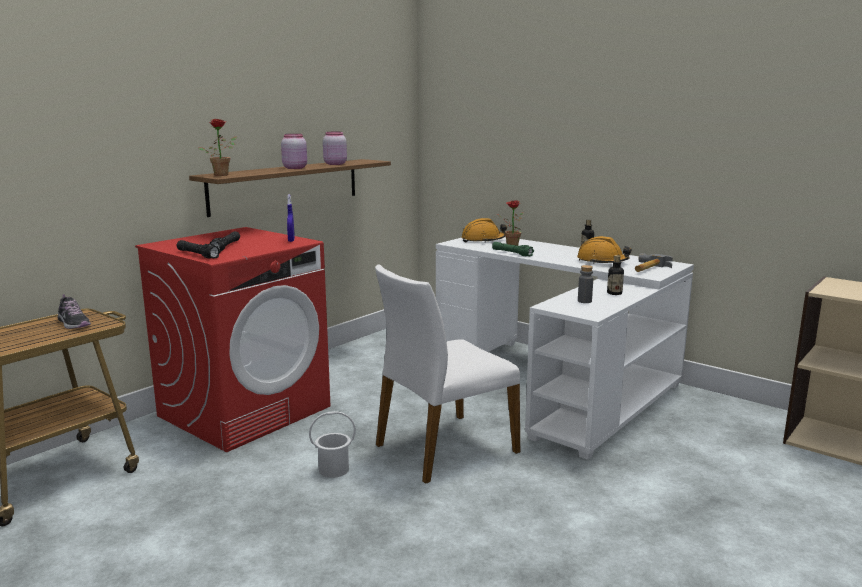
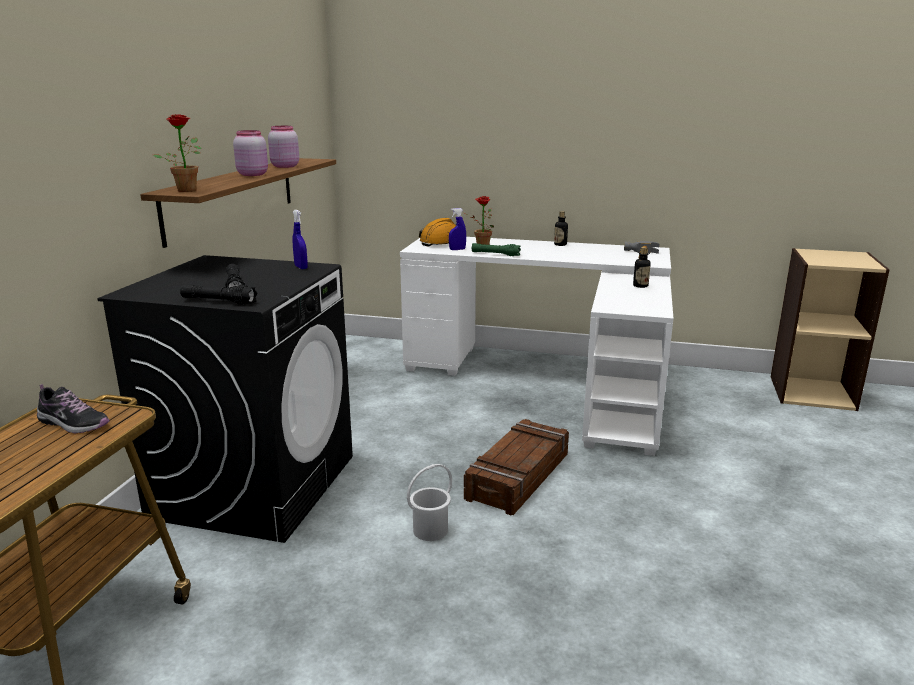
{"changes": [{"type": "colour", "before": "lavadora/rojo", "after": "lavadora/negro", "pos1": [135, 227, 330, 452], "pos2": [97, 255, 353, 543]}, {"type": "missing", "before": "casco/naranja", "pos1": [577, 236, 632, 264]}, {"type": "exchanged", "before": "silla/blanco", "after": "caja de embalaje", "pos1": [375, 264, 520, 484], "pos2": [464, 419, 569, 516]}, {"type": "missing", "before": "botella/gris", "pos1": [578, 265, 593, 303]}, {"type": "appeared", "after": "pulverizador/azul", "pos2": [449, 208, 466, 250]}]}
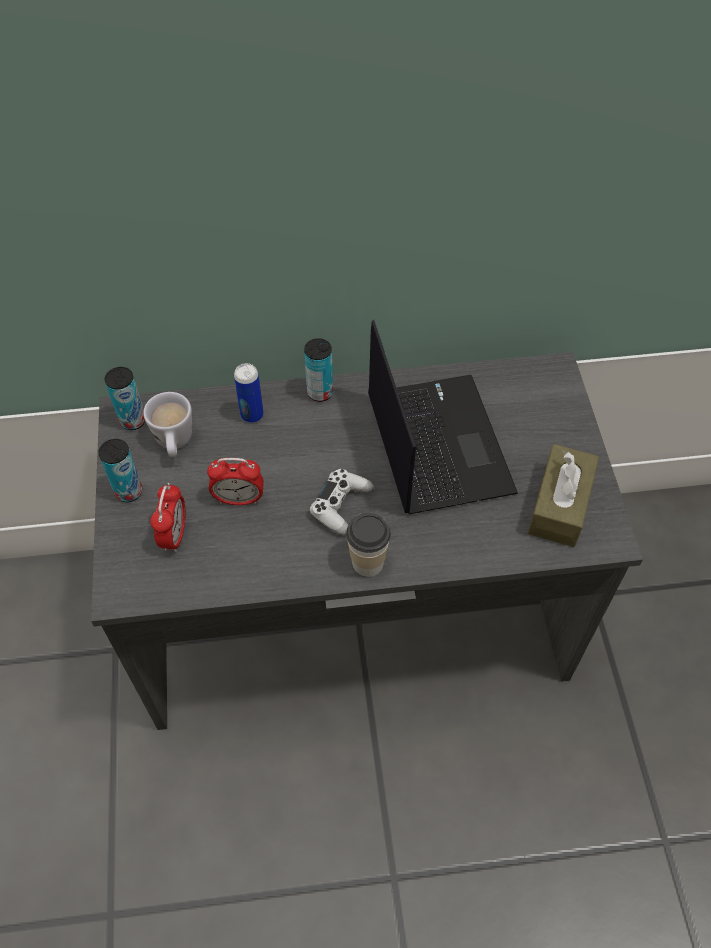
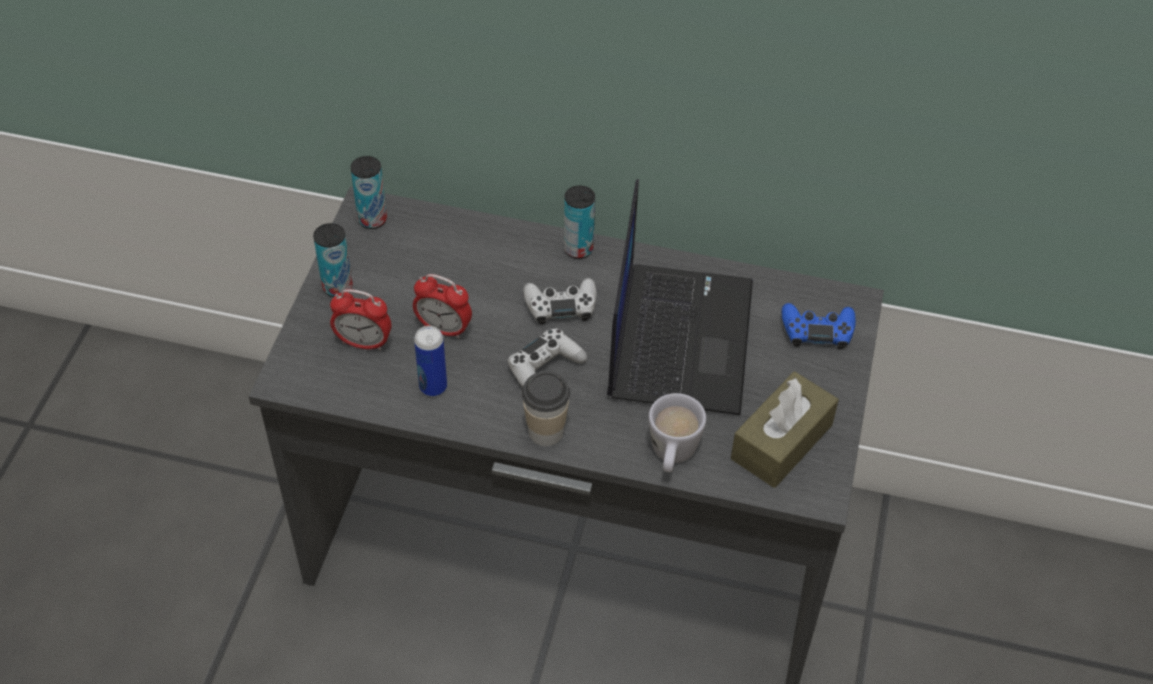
{"changes": [{"type": "relocated", "before": "lata", "pos1": [234, 363, 264, 423], "pos2": [414, 326, 447, 396]}, {"type": "relocated", "before": "taza grande/blanco", "pos1": [143, 392, 192, 457], "pos2": [649, 393, 706, 472]}, {"type": "spun", "before": "despertador", "pos1": [150, 483, 186, 552], "pos2": [330, 289, 391, 351], "turn": 75}, {"type": "appeared", "after": "mando de consola/blanco", "pos2": [523, 278, 597, 325]}, {"type": "appeared", "after": "mando de consola/azul", "pos2": [782, 303, 856, 350]}]}
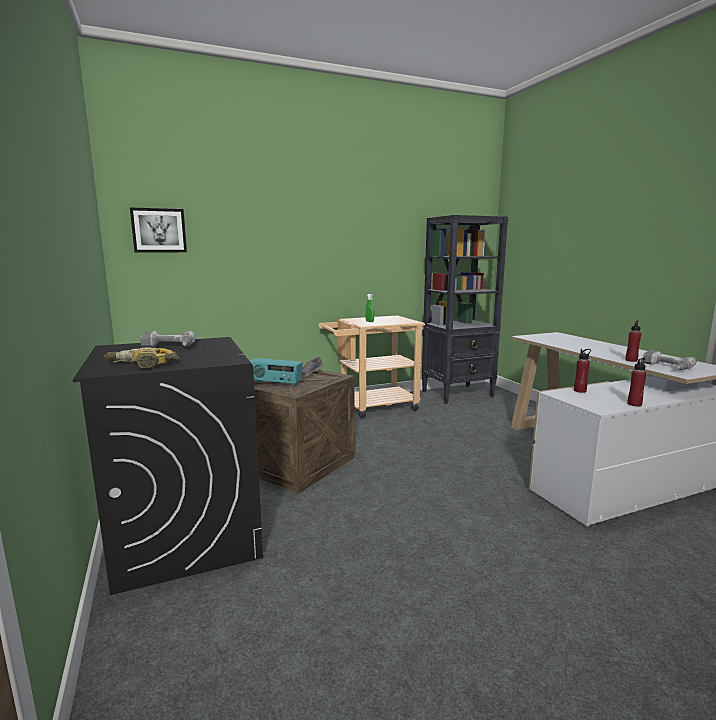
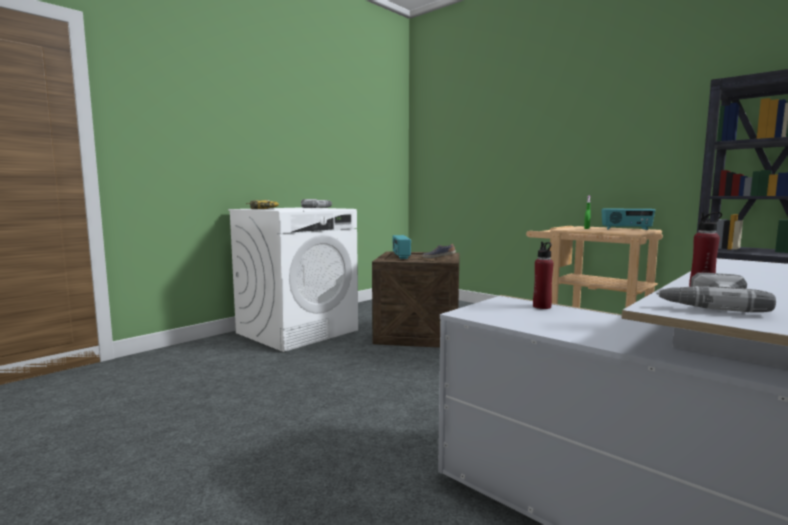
{"changes": [{"type": "missing", "before": "cuadro", "pos1": [130, 208, 187, 252]}, {"type": "colour", "before": "lavadora/negro", "after": "lavadora/blanco", "pos1": [73, 337, 263, 595], "pos2": [228, 207, 358, 352]}, {"type": "missing", "before": "botella/rojo", "pos1": [627, 358, 647, 407]}, {"type": "appeared", "after": "radio", "pos2": [601, 209, 655, 230]}]}
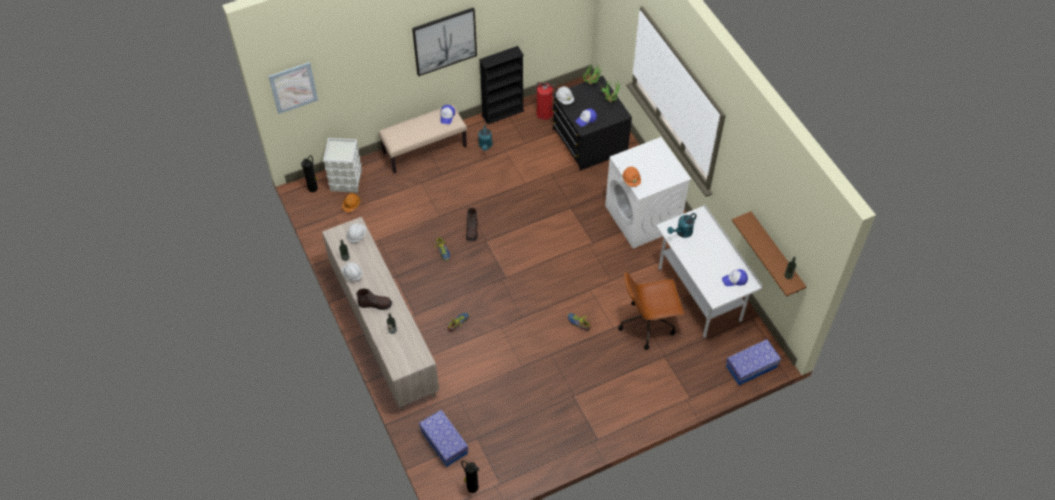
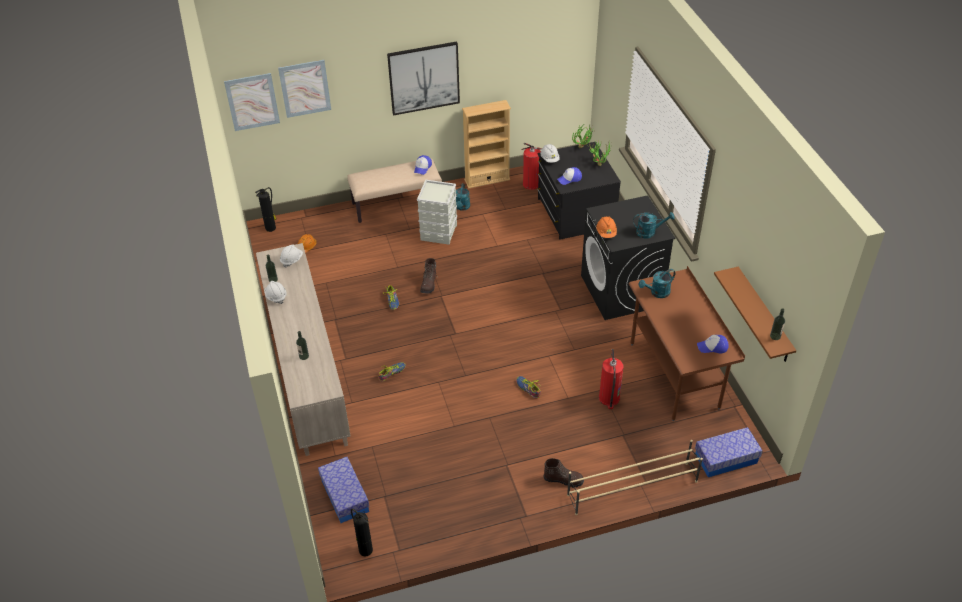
{"changes": [{"type": "colour", "before": "estantería/negro", "after": "estantería/beis", "pos1": [479, 46, 524, 125], "pos2": [462, 100, 511, 189]}, {"type": "colour", "before": "lavadora/blanco", "after": "lavadora/negro", "pos1": [605, 137, 691, 248], "pos2": [581, 195, 676, 320]}, {"type": "relocated", "before": "caja de almacenaje/gris", "pos1": [323, 138, 362, 193], "pos2": [417, 180, 457, 245]}, {"type": "colour", "before": "escritorio/blanco", "after": "escritorio/marrón", "pos1": [656, 204, 762, 338], "pos2": [629, 266, 745, 421]}, {"type": "exchanged", "before": "silla de oficina/marrón", "after": "extintor", "pos1": [618, 272, 684, 350], "pos2": [599, 349, 624, 409]}, {"type": "relocated", "before": "bota/marrón", "pos1": [356, 289, 392, 310], "pos2": [543, 458, 584, 488]}, {"type": "appeared", "after": "cuadro", "pos2": [278, 60, 331, 118]}, {"type": "appeared", "after": "regadera/turquesa", "pos2": [633, 212, 675, 238]}, {"type": "appeared", "after": "zapatero/beis", "pos2": [567, 440, 703, 515]}]}
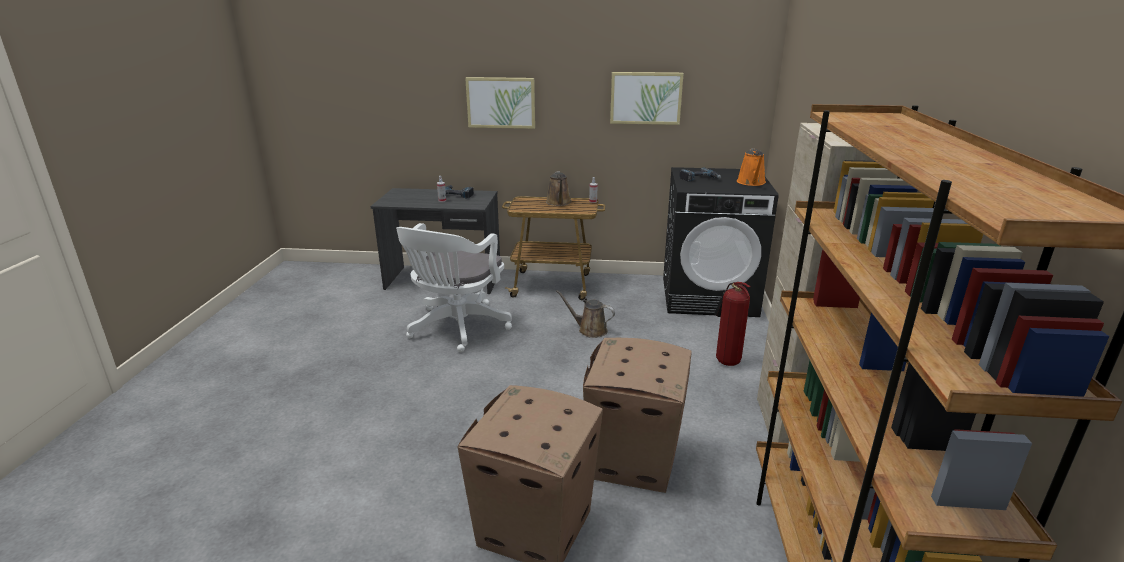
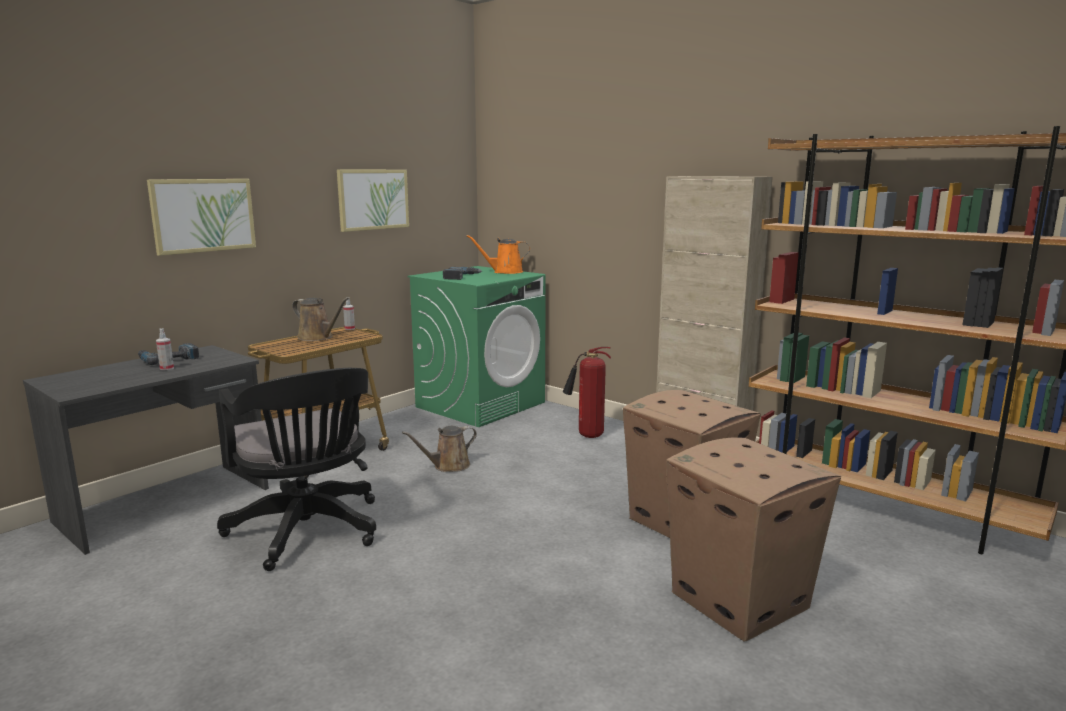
{"changes": [{"type": "spun", "before": "regadera/naranja", "pos1": [737, 149, 766, 186], "pos2": [467, 235, 530, 274], "turn": 135}, {"type": "colour", "before": "lavadora/negro", "after": "lavadora/verde", "pos1": [663, 167, 779, 317], "pos2": [408, 266, 546, 427]}, {"type": "colour", "before": "silla de oficina/blanco", "after": "silla de oficina/negro", "pos1": [396, 223, 512, 352], "pos2": [217, 368, 376, 571]}]}
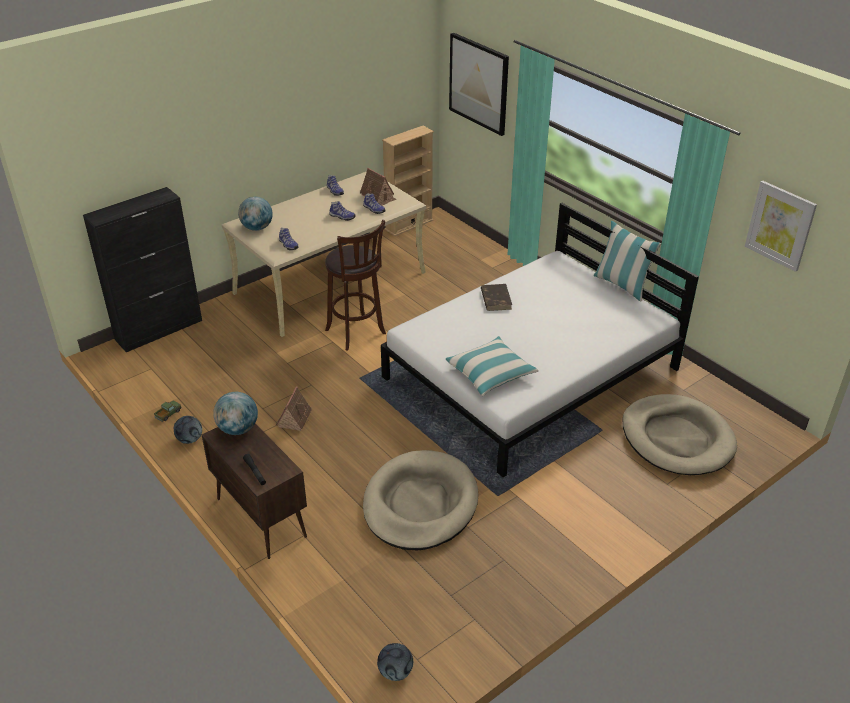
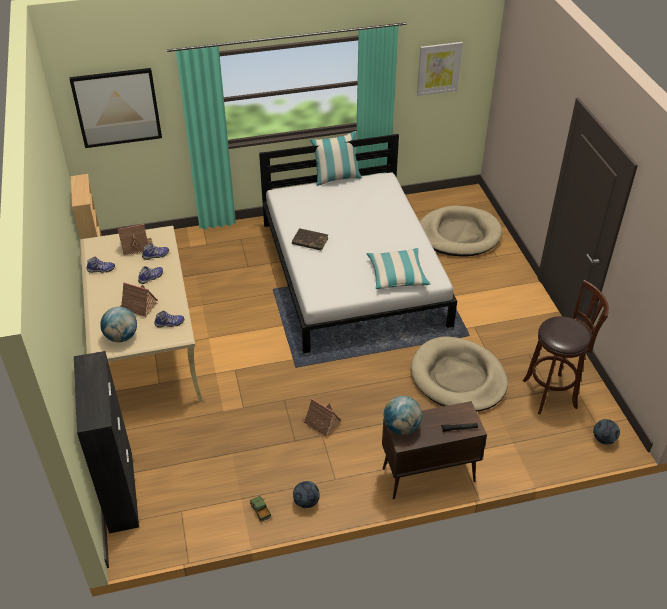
{"changes": [{"type": "relocated", "before": "taburete/marrón", "pos1": [325, 220, 386, 351], "pos2": [523, 280, 609, 414]}, {"type": "appeared", "after": "casita", "pos2": [120, 282, 157, 317]}]}
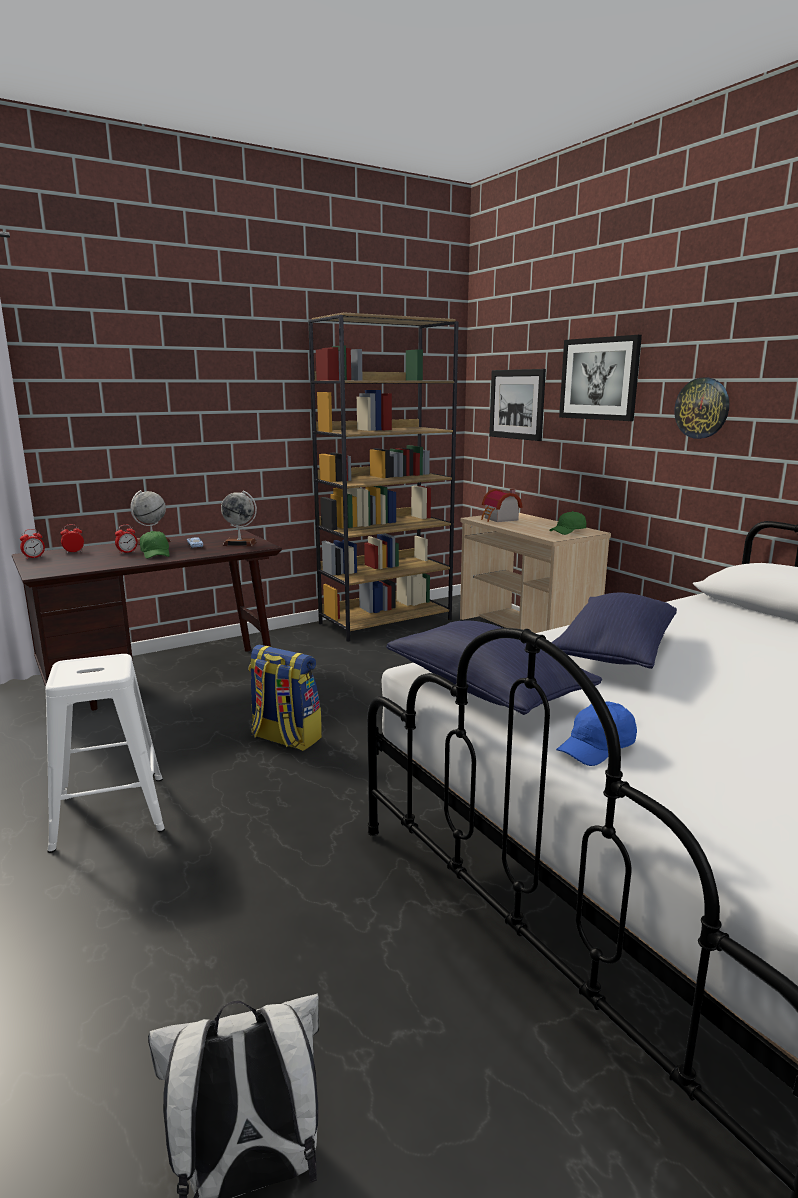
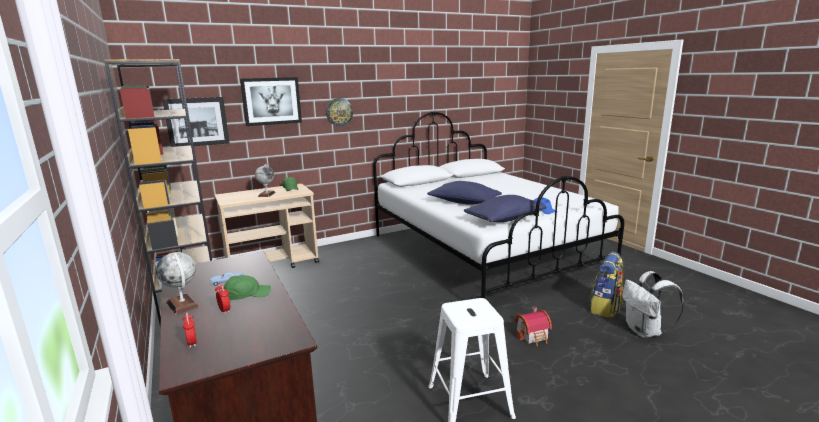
{"changes": [{"type": "relocated", "before": "casita", "pos1": [481, 489, 523, 522], "pos2": [514, 307, 552, 346]}, {"type": "relocated", "before": "globo terráqueo", "pos1": [221, 491, 257, 546], "pos2": [255, 164, 276, 197]}, {"type": "missing", "before": "despertador", "pos1": [20, 529, 45, 559]}, {"type": "relocated", "before": "mochila", "pos1": [249, 644, 322, 751], "pos2": [590, 252, 624, 318]}]}
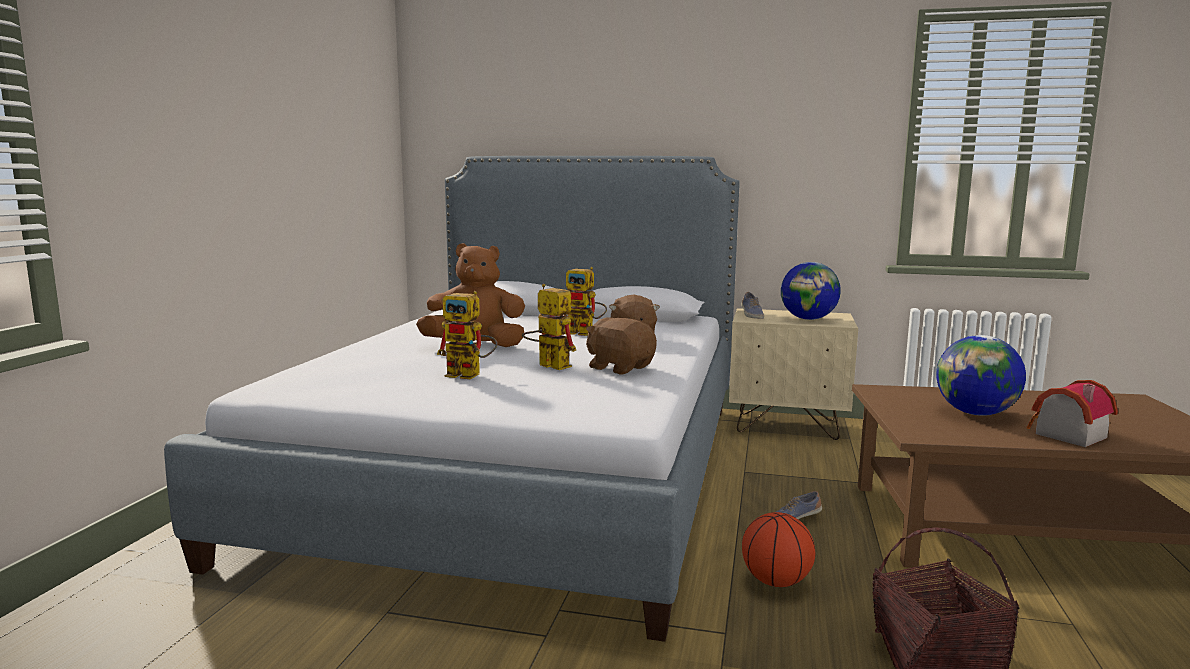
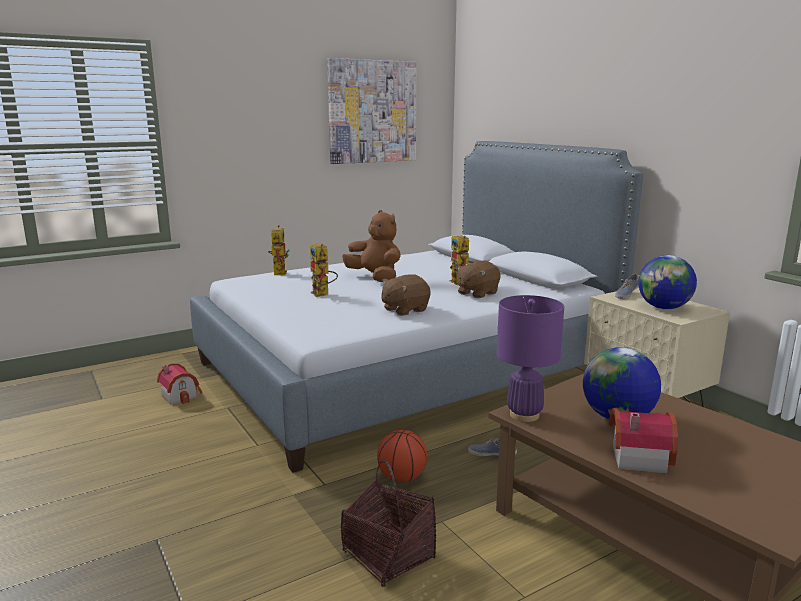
{"changes": [{"type": "relocated", "before": "robot de juguete", "pos1": [522, 284, 576, 370], "pos2": [268, 225, 290, 275]}, {"type": "spun", "before": "peluche/marrón", "pos1": [586, 317, 657, 374], "pos2": [381, 275, 431, 316], "turn": -120}, {"type": "appeared", "after": "cuadro", "pos2": [327, 58, 417, 164]}, {"type": "appeared", "after": "lámpara de mesa/morado", "pos2": [497, 295, 564, 422]}, {"type": "appeared", "after": "casita", "pos2": [157, 363, 202, 405]}]}
